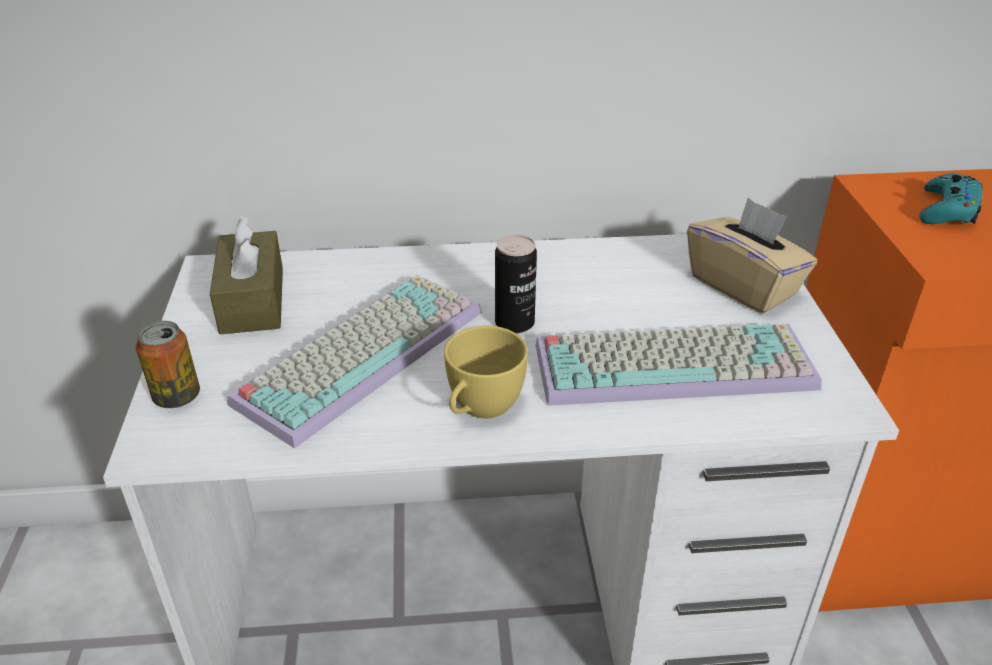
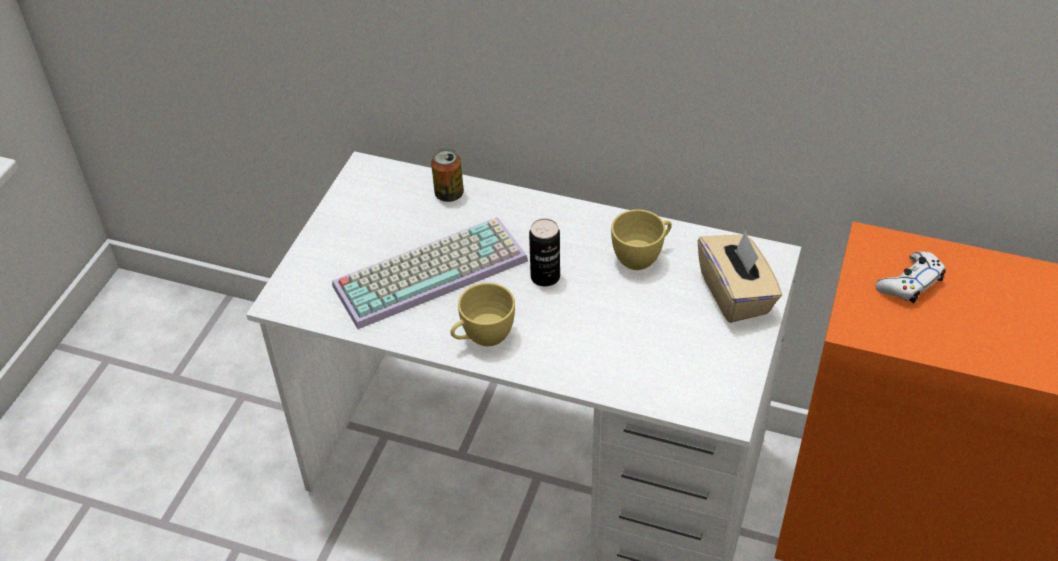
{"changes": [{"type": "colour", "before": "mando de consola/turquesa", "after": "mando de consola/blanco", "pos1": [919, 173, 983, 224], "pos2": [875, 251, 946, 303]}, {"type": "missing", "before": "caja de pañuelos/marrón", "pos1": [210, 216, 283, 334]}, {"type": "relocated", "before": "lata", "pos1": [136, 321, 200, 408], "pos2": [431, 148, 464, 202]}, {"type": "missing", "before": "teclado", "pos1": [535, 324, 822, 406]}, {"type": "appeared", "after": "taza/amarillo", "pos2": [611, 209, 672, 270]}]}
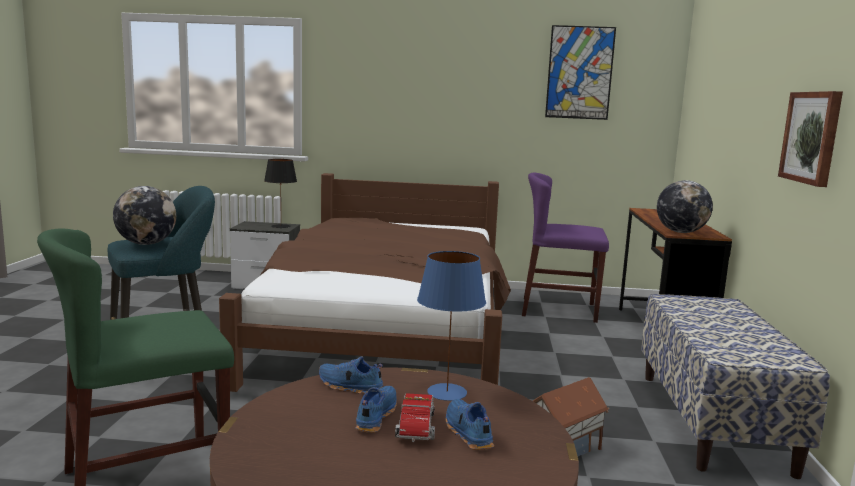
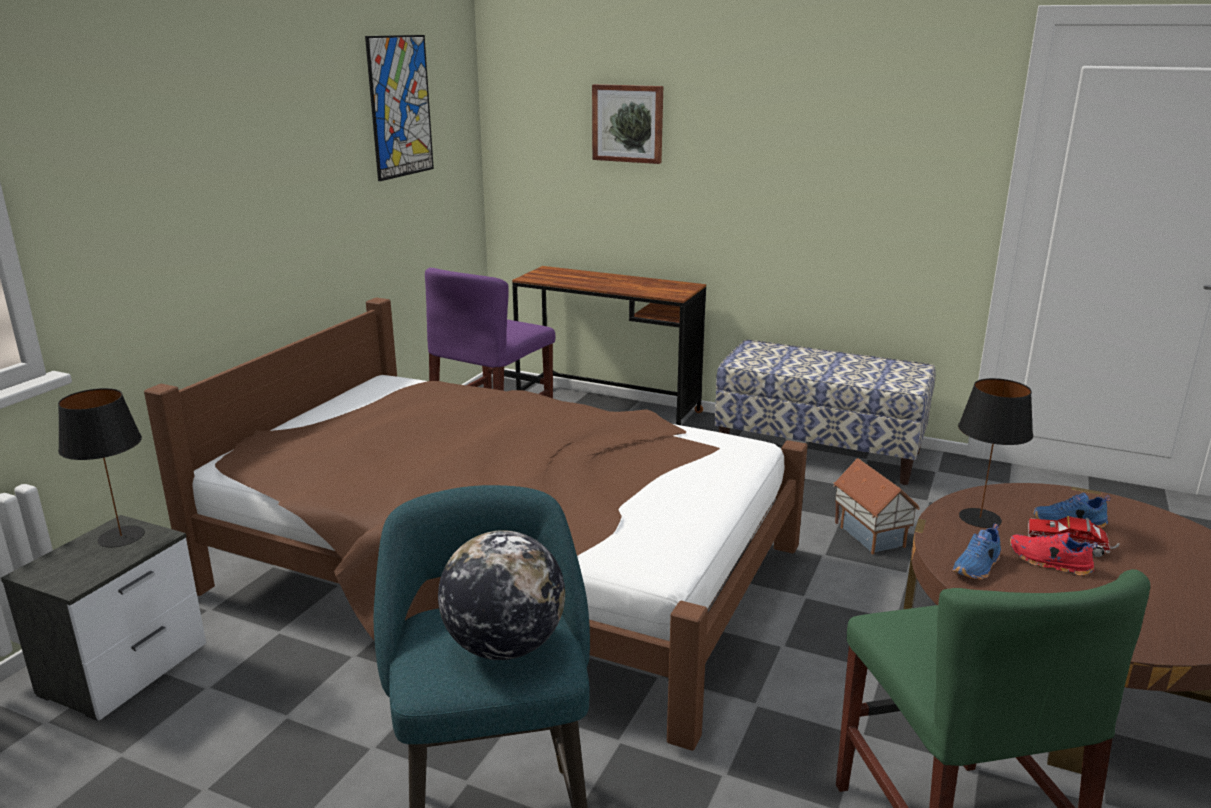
{"changes": [{"type": "relocated", "before": "cuadro", "pos1": [778, 91, 843, 187], "pos2": [592, 84, 663, 164]}, {"type": "missing", "before": "globo terráqueo", "pos1": [657, 180, 713, 233]}, {"type": "colour", "before": "lámpara de mesa/azul", "after": "lámpara de mesa/negro", "pos1": [417, 251, 486, 401], "pos2": [958, 378, 1033, 528]}, {"type": "colour", "before": "zapato/azul", "after": "zapato/rojo", "pos1": [356, 386, 397, 433], "pos2": [1010, 532, 1098, 576]}]}
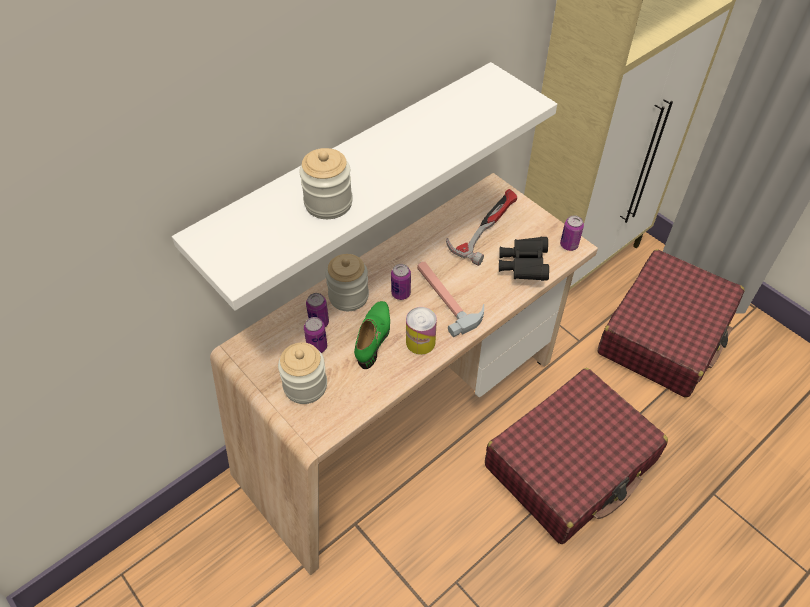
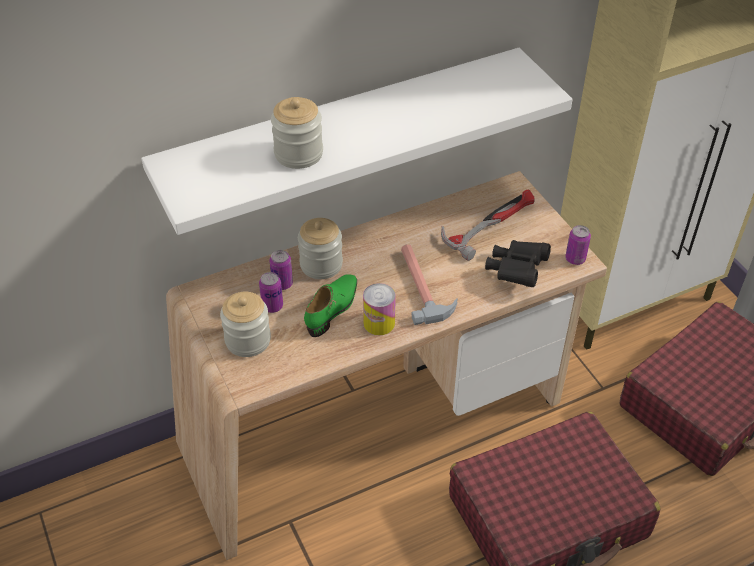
{"changes": [{"type": "missing", "before": "lata", "pos1": [391, 264, 411, 300]}]}
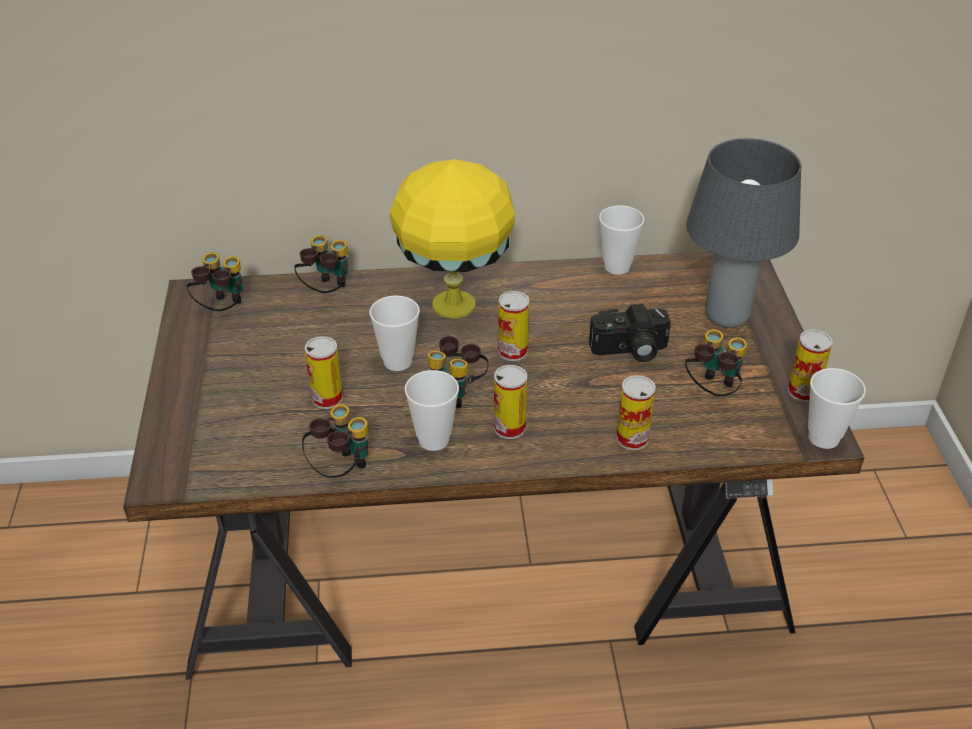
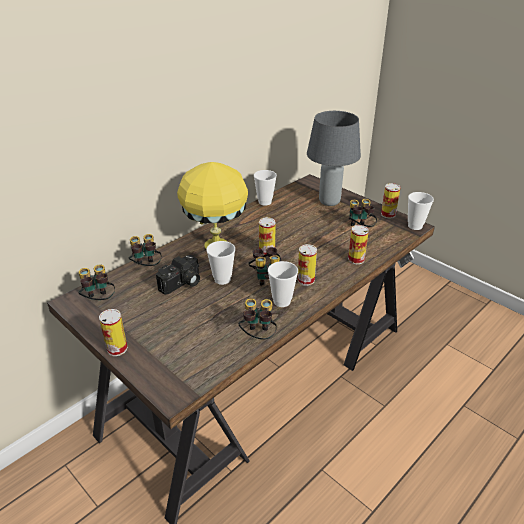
{"changes": [{"type": "relocated", "before": "cámara", "pos1": [589, 304, 671, 362], "pos2": [156, 255, 200, 295]}, {"type": "relocated", "before": "lata", "pos1": [305, 336, 343, 409], "pos2": [99, 309, 128, 356]}]}
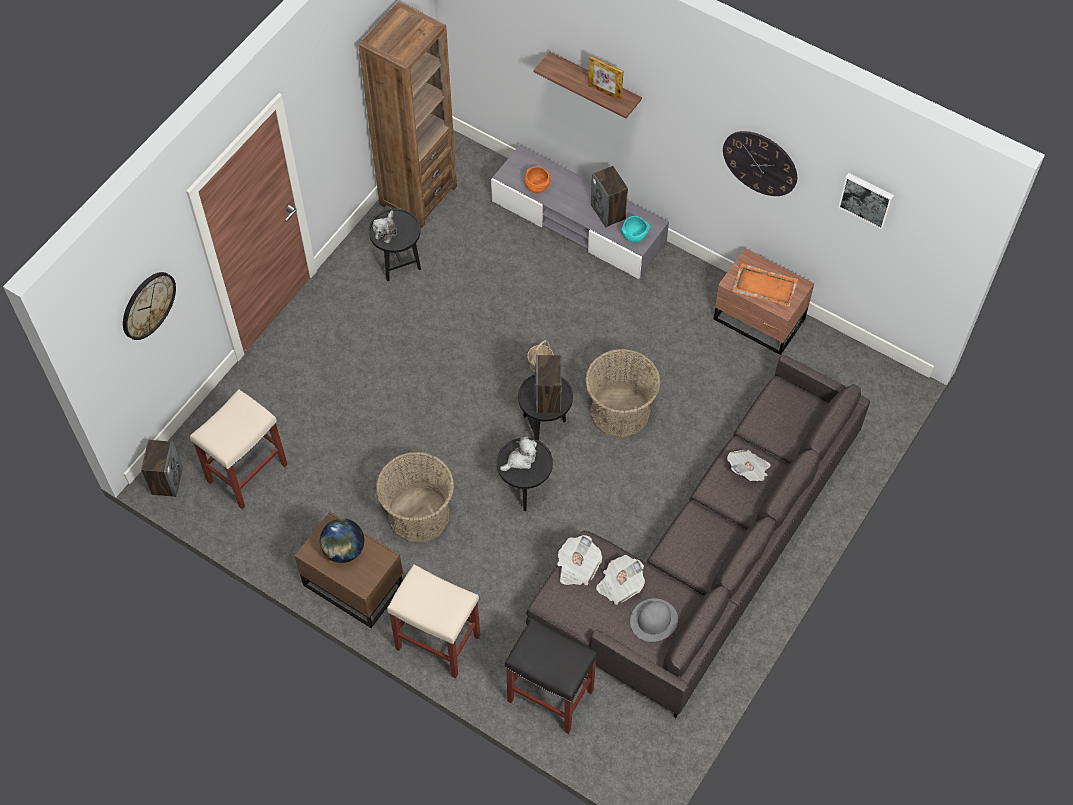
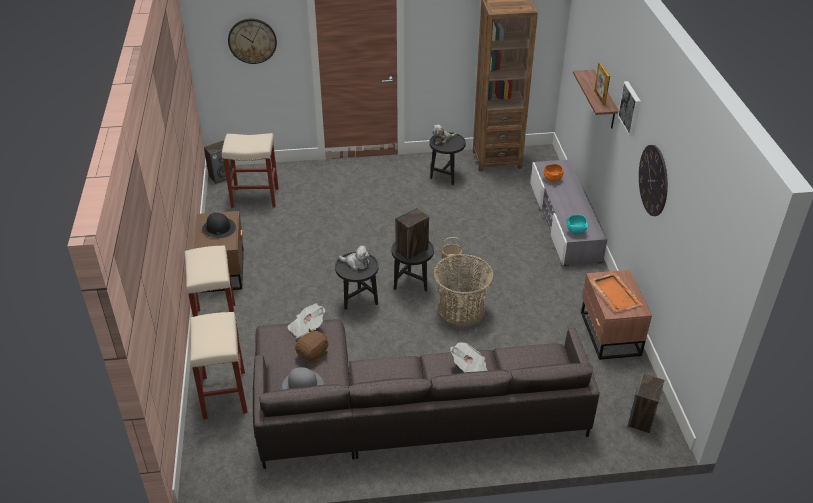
{"changes": [{"type": "relocated", "before": "altavoz", "pos1": [591, 166, 628, 227], "pos2": [628, 373, 664, 433]}, {"type": "relocated", "before": "cuadro", "pos1": [838, 173, 894, 229], "pos2": [618, 81, 641, 136]}, {"type": "missing", "before": "cesta", "pos1": [376, 452, 454, 543]}, {"type": "exchanged", "before": "globo terráqueo", "after": "sombrero/negro", "pos1": [320, 518, 364, 563], "pos2": [202, 213, 236, 238]}, {"type": "exchanged", "before": "periódico", "after": "peluche/marrón", "pos1": [596, 555, 645, 605], "pos2": [295, 329, 328, 363]}, {"type": "colour", "before": "taburete/negro", "after": "taburete/beis", "pos1": [505, 618, 598, 734], "pos2": [190, 312, 248, 419]}]}
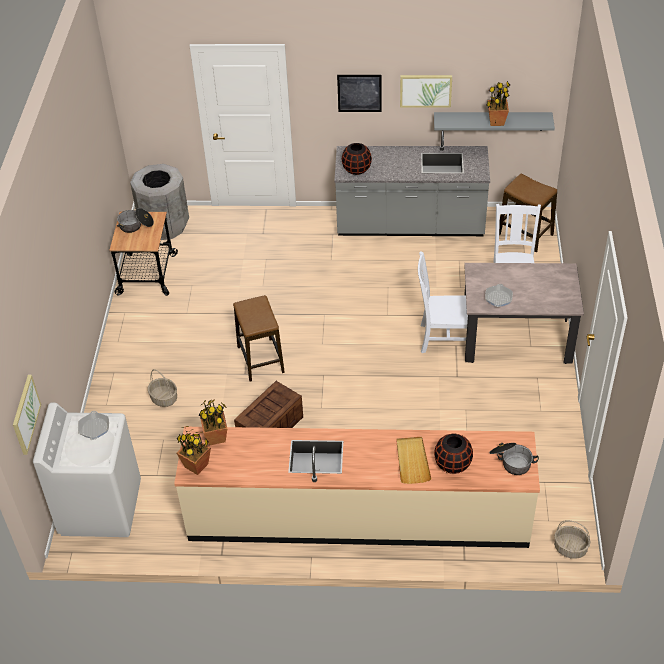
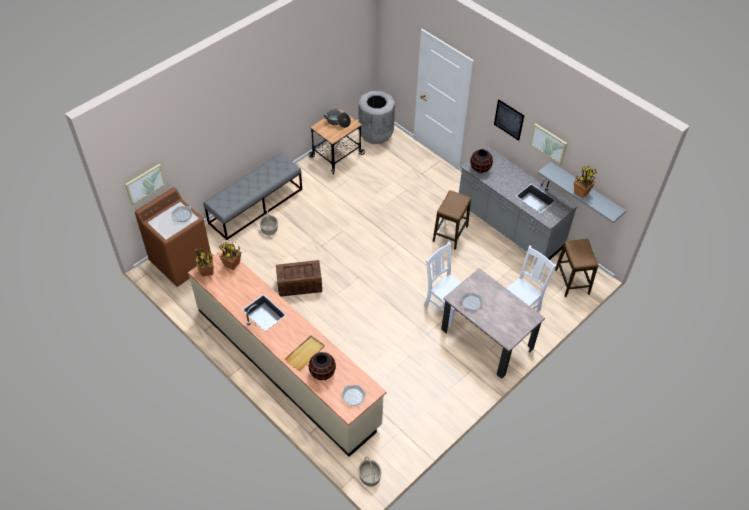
{"changes": [{"type": "relocated", "before": "taburete", "pos1": [233, 295, 285, 381], "pos2": [433, 190, 471, 250]}, {"type": "colour", "before": "lavadora/blanco", "after": "lavadora/marrón", "pos1": [33, 403, 141, 537], "pos2": [135, 187, 211, 287]}, {"type": "exchanged", "before": "olla", "after": "sartén", "pos1": [489, 443, 539, 475], "pos2": [341, 385, 366, 406]}, {"type": "appeared", "after": "banco/gris", "pos2": [203, 153, 302, 240]}]}
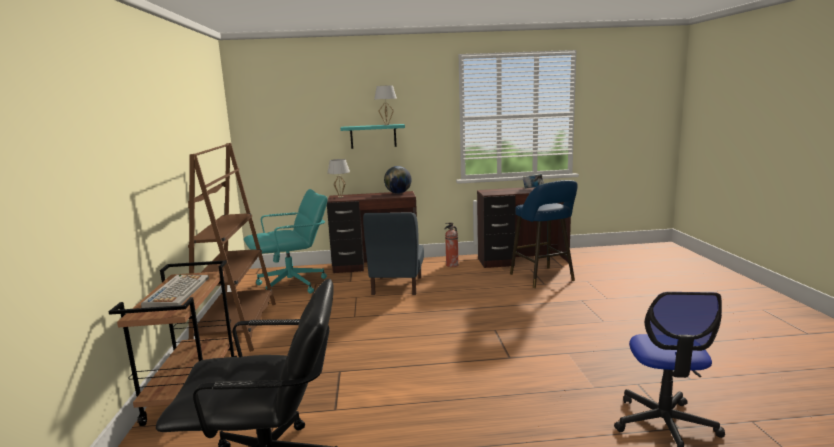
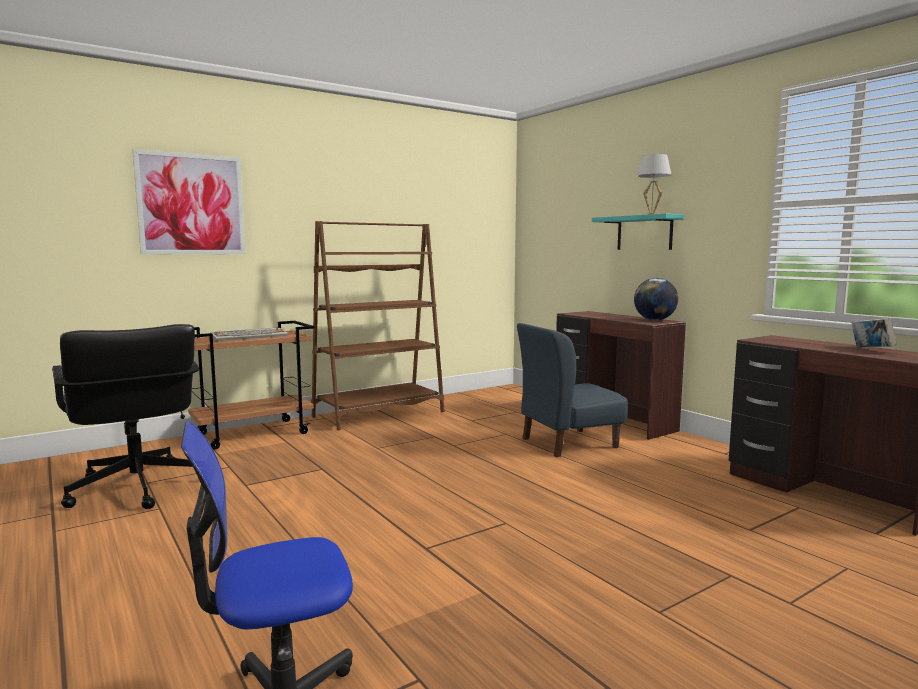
{"changes": [{"type": "missing", "before": "lámpara de mesa/blanco", "pos1": [327, 159, 350, 198]}, {"type": "missing", "before": "taburete/azul", "pos1": [510, 180, 578, 288]}, {"type": "missing", "before": "silla de oficina/turquesa", "pos1": [244, 189, 328, 293]}, {"type": "missing", "before": "extintor", "pos1": [444, 222, 459, 267]}, {"type": "appeared", "after": "cuadro", "pos2": [133, 149, 245, 255]}]}
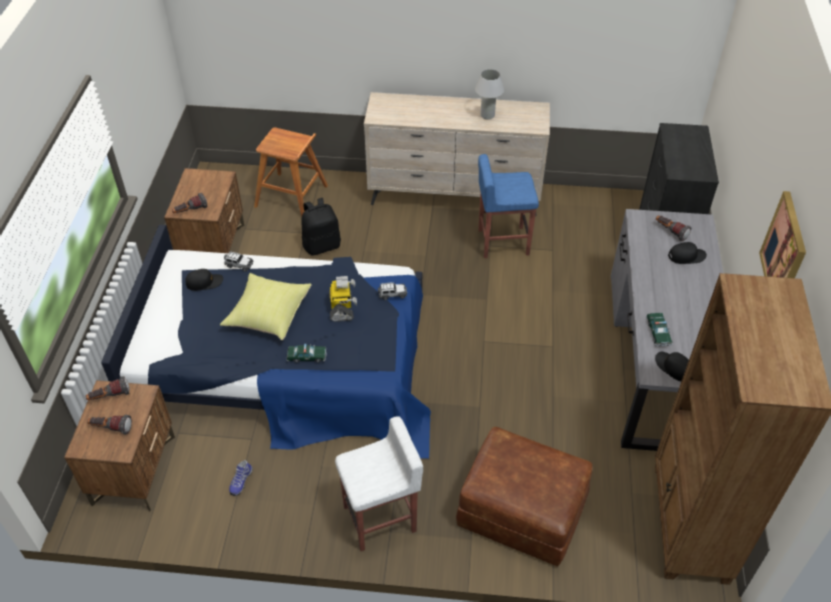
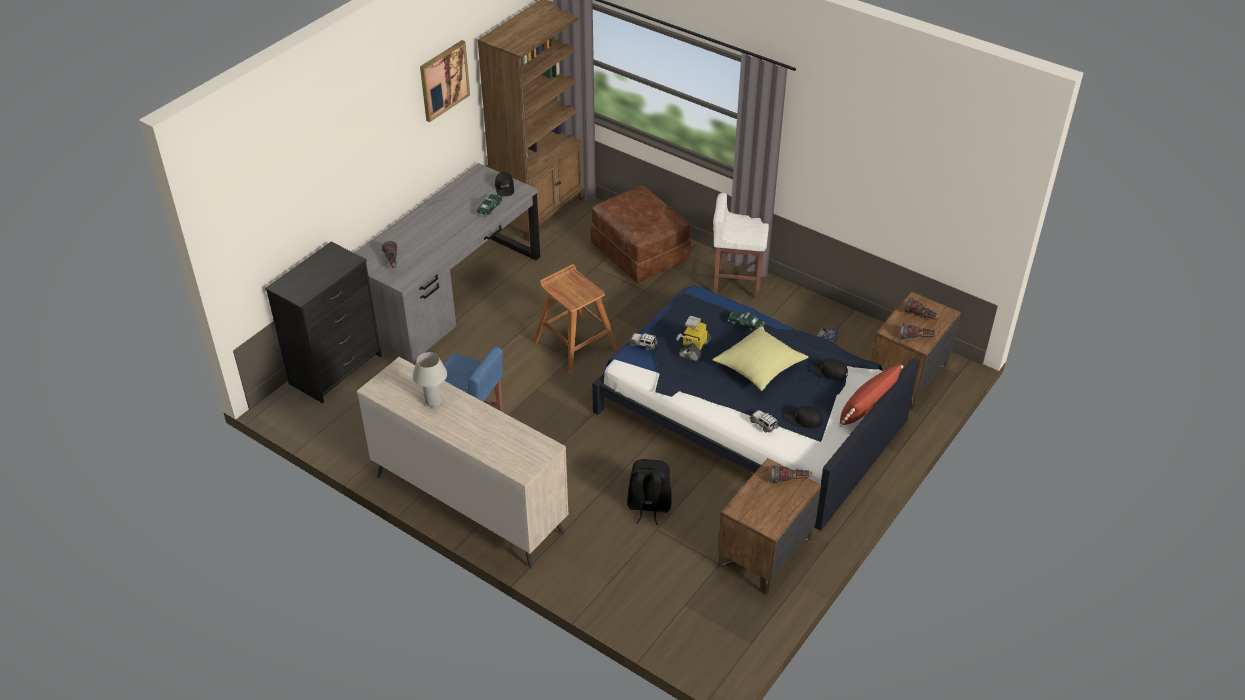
{"changes": [{"type": "relocated", "before": "taburete/marrón", "pos1": [254, 127, 328, 216], "pos2": [534, 264, 618, 375]}, {"type": "relocated", "before": "gorra/negro", "pos1": [668, 242, 707, 264], "pos2": [811, 358, 848, 381]}, {"type": "appeared", "after": "cojín/rojo", "pos2": [839, 365, 903, 427]}]}
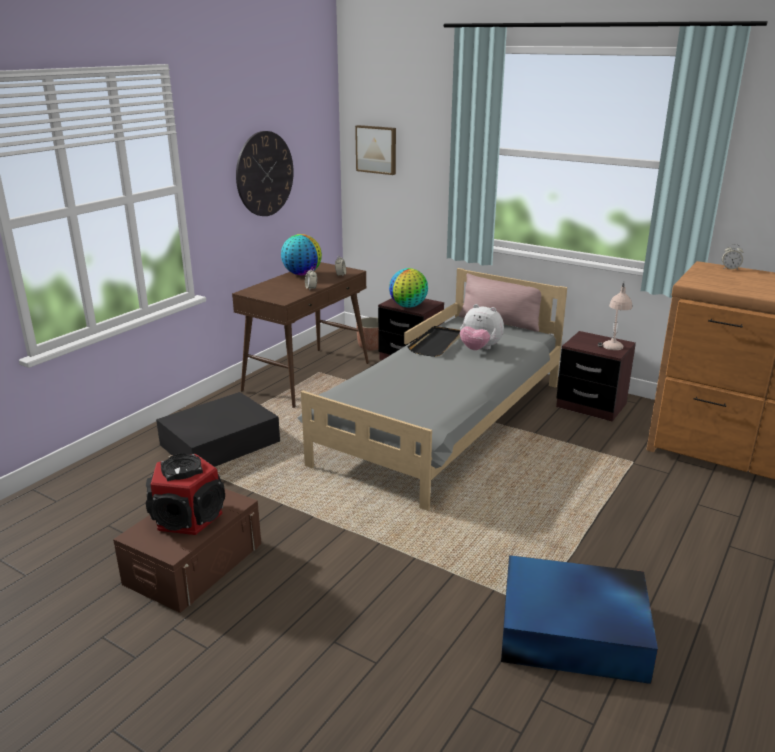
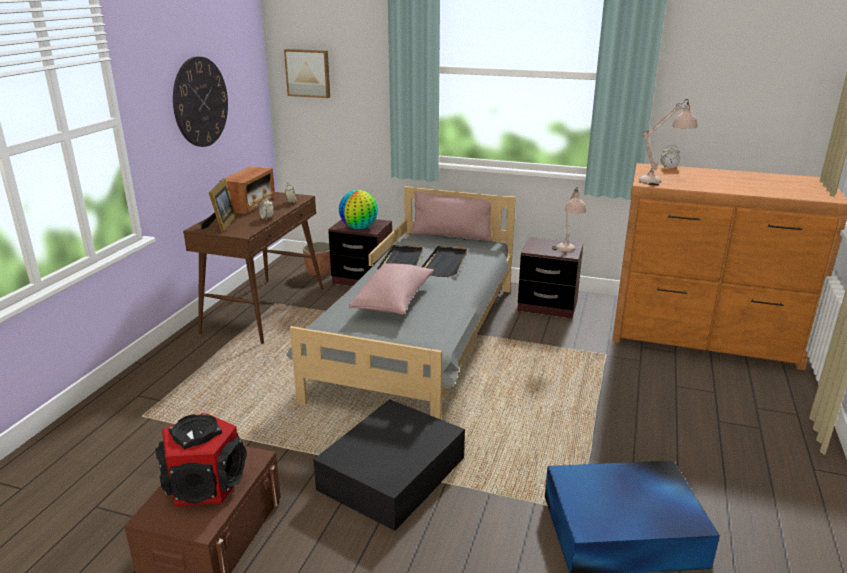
{"changes": [{"type": "exchanged", "before": "globo terráqueo", "after": "radio", "pos1": [281, 234, 322, 275], "pos2": [220, 166, 275, 214]}, {"type": "exchanged", "before": "peluche", "after": "bandeja/negro", "pos1": [460, 304, 504, 350], "pos2": [421, 246, 467, 277]}, {"type": "relocated", "before": "caja de almacenaje/negro", "pos1": [156, 392, 280, 467], "pos2": [313, 399, 465, 531]}, {"type": "appeared", "after": "lámpara de mesa/beis", "pos2": [639, 99, 697, 185]}, {"type": "appeared", "after": "portarretratos", "pos2": [201, 178, 237, 233]}, {"type": "appeared", "after": "cojín/rosa", "pos2": [349, 263, 434, 314]}]}
